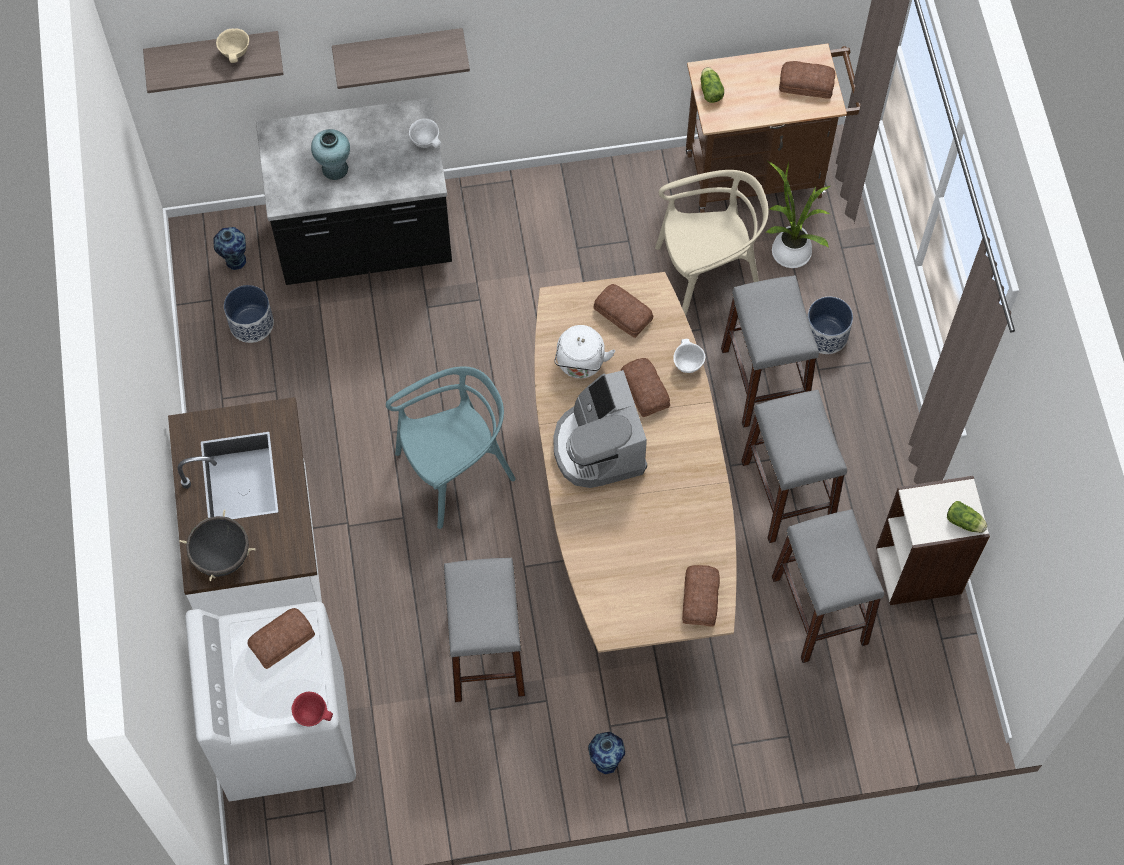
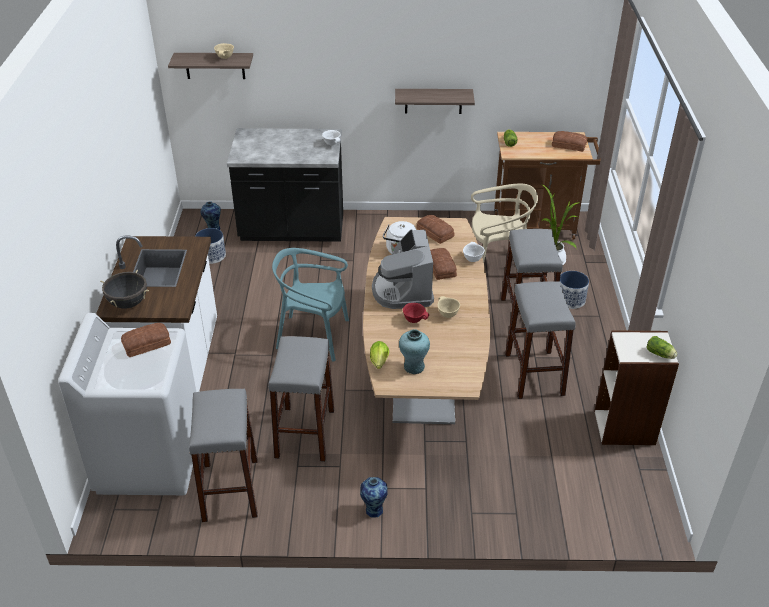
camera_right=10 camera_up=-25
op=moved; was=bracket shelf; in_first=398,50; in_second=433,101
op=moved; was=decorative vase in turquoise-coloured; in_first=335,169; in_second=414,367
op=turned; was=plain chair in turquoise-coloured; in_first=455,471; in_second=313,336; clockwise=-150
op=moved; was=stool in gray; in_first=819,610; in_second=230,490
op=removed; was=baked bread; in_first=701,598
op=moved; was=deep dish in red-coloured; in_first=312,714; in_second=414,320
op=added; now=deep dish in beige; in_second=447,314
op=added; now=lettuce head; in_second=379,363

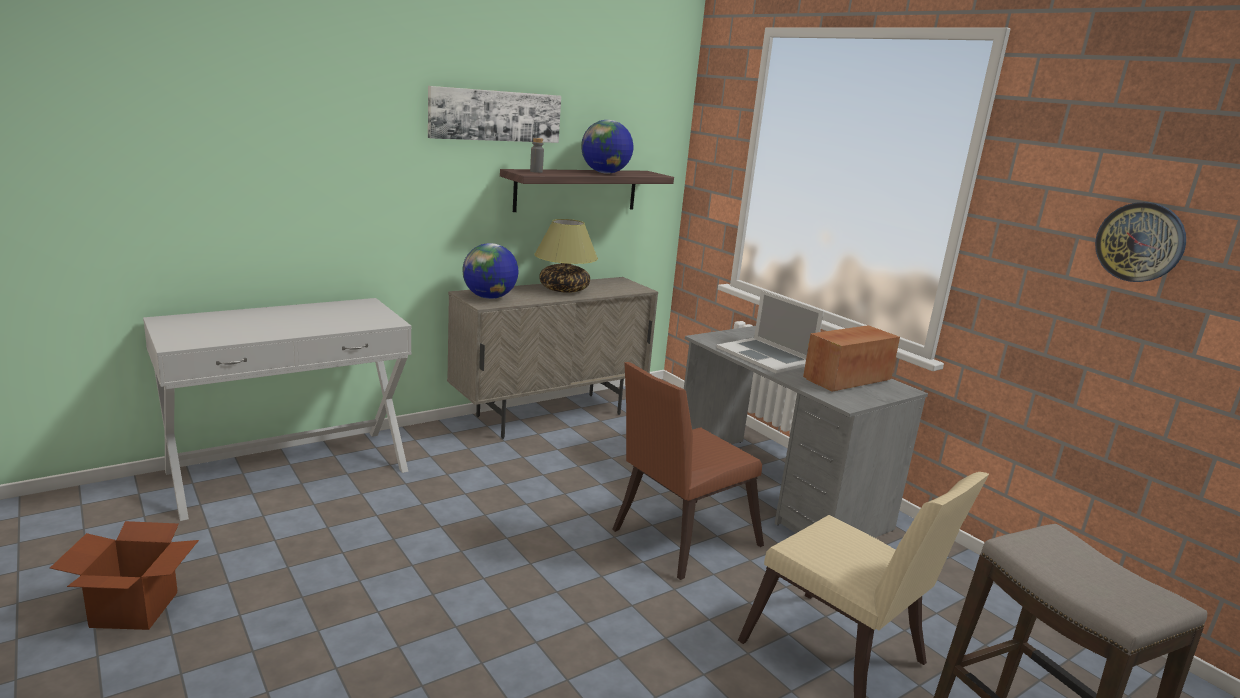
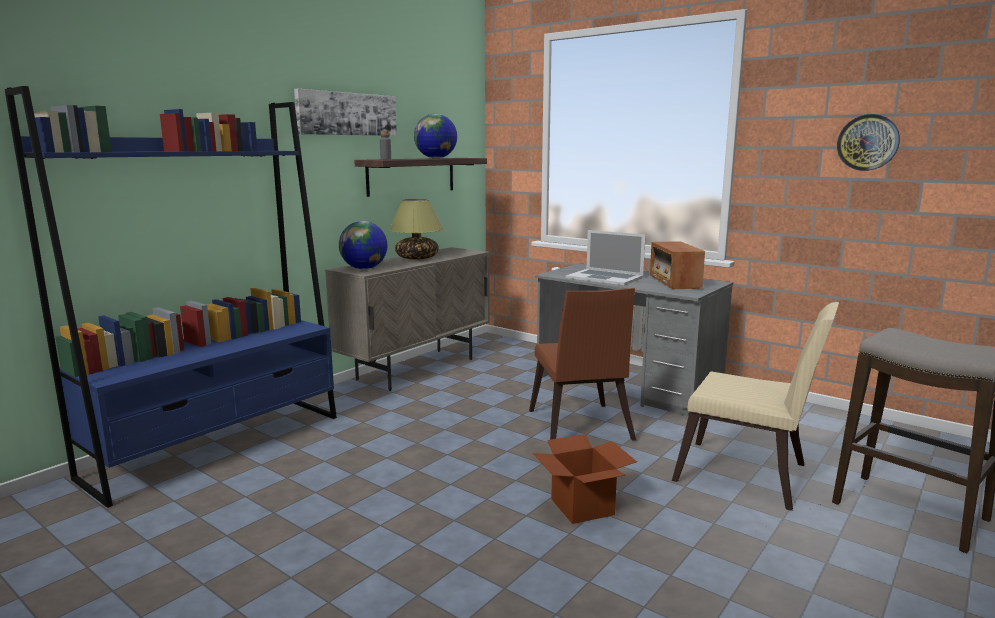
camera_right=-15 camera_up=-5
op=replaced; was=console table in whitish; now=bookshelf in blue; in_first=289,470; in_second=218,445
op=turned; was=radio receiver; in_first=846,379; in_second=674,282; clockwise=-45
op=turned; was=plain chair in brown; in_first=678,539; in_second=580,429; clockwise=-45
op=moved; was=cardboard box; in_first=134,609; in_second=582,507

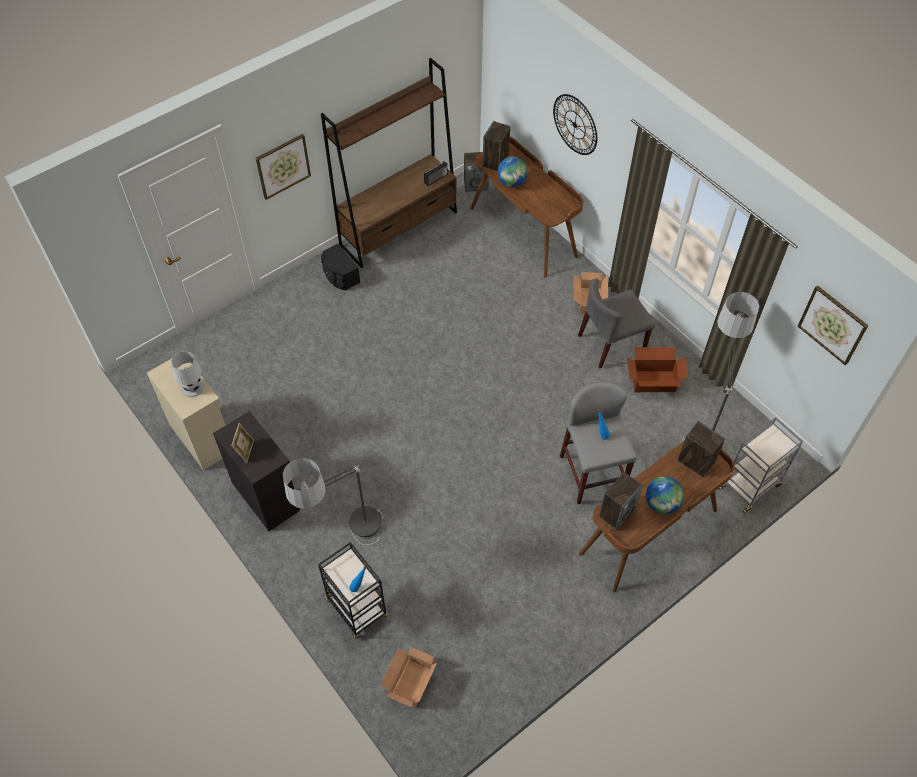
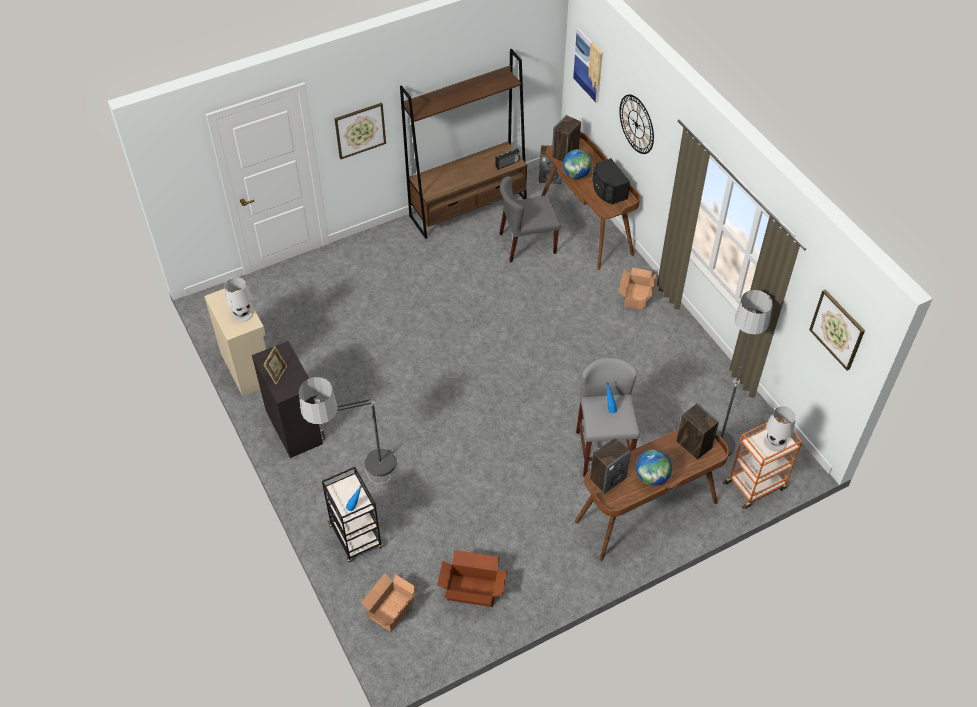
camera_right=10 camera_up=-5
op=moved; was=audio speaker in blackish; in_first=340,276; in_second=608,190
op=moved; was=plain chair in gray; in_first=611,343; in_second=527,244
op=moved; was=cardboard box; in_first=653,381; in_second=472,590
op=recoloured; was=wheeled cart in gray; now=wheeled cart in orangey; in_first=750,486; in_second=755,485
op=added; now=wall picture; in_second=588,65
op=added; now=lamp for a table in whitish; in_second=775,442

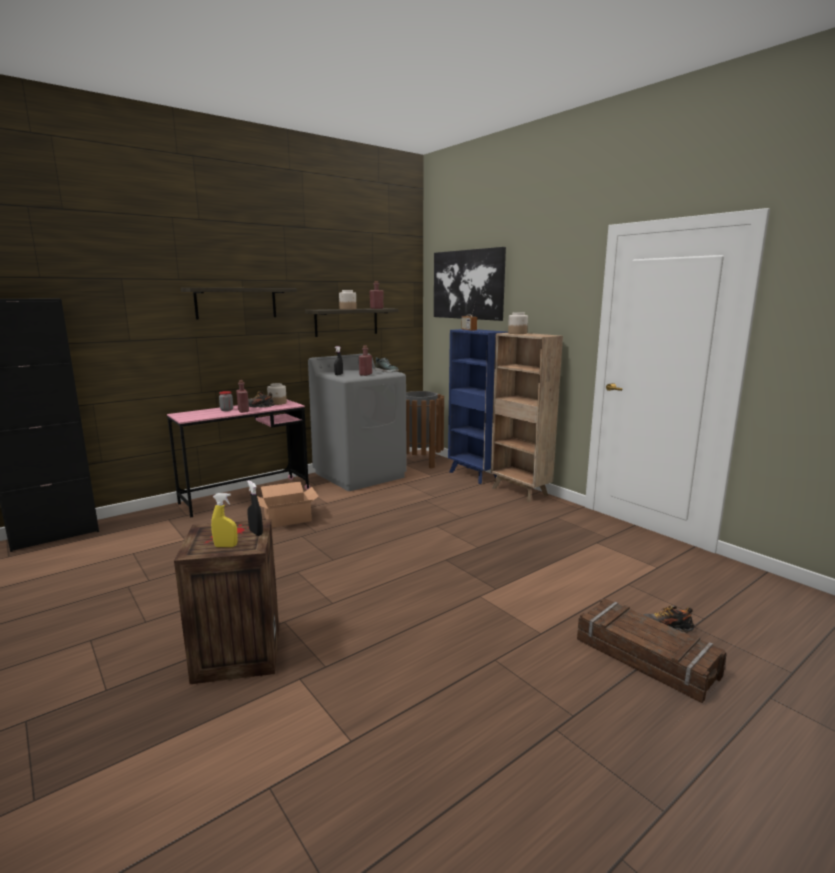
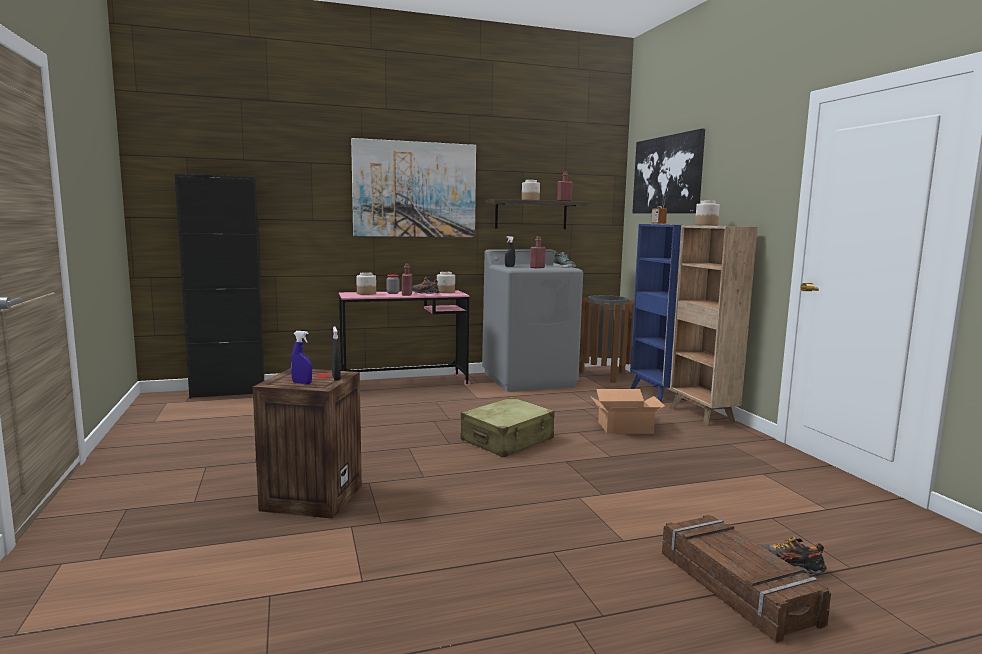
camera_right=20 camera_up=-5
op=replaced; was=bracket shelf; now=wall picture; in_first=236,303; in_second=415,189
op=moved; was=cardboard box; in_first=288,518; in_second=626,427
op=recoloured; was=spray bottle in yellow; now=spray bottle in blue; in_first=226,546; in_second=302,383
op=added; now=preserve jar; in_second=366,293
op=added; now=piece of luggage in beige; in_second=507,440

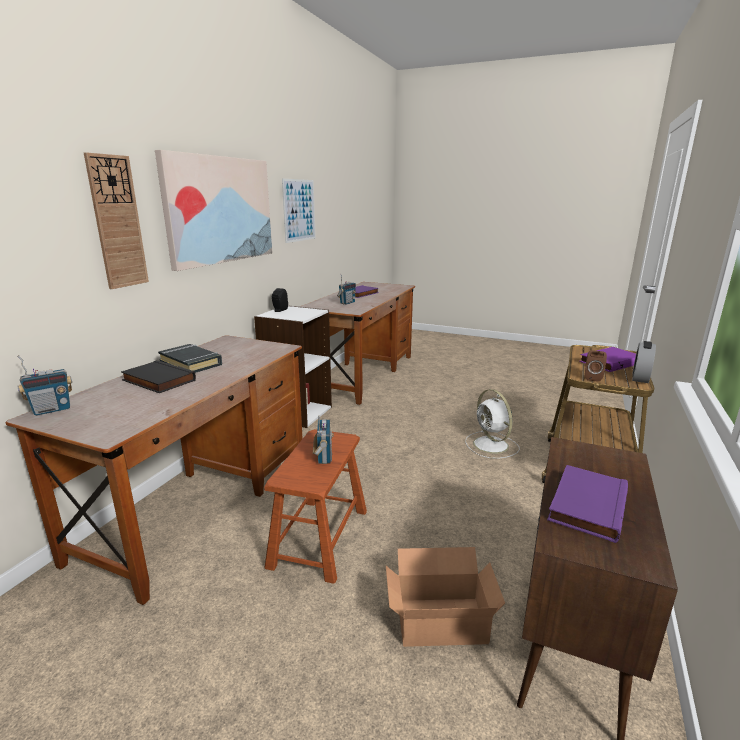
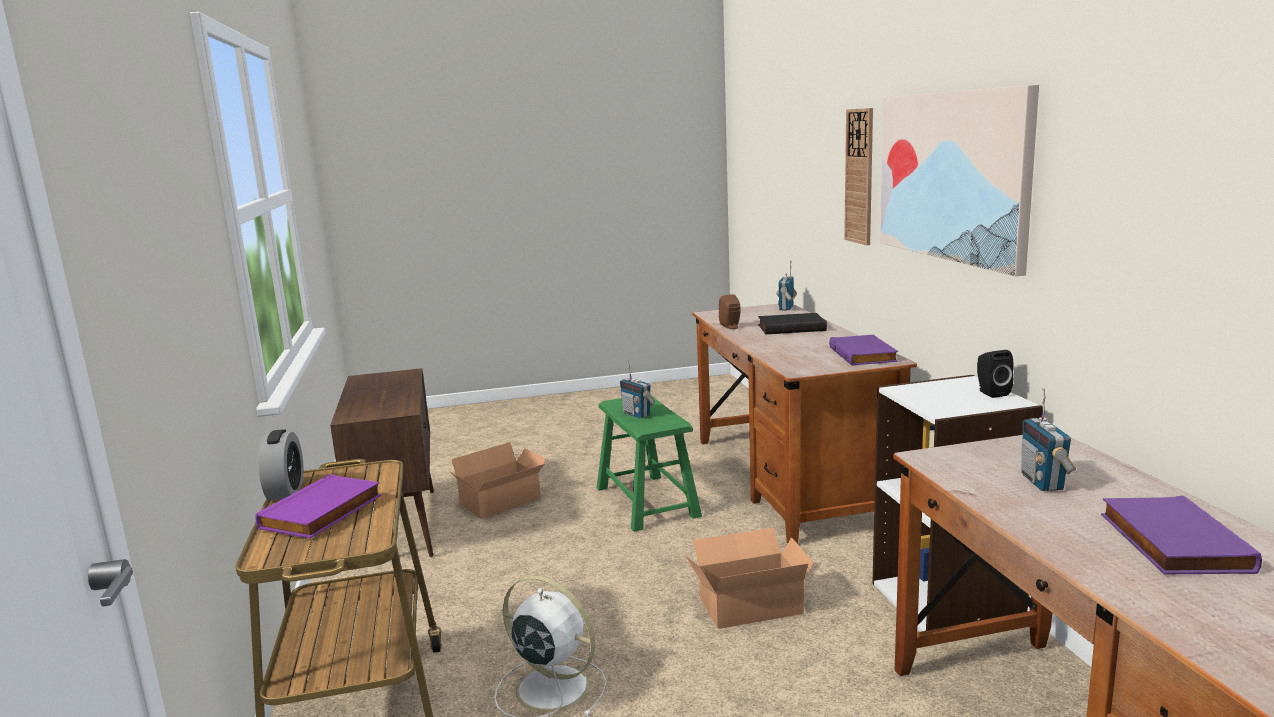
camera_right=145 camera_up=-5
op=removed; was=wall picture; in_first=299,210
op=removed; was=volume in blackish; in_first=191,363
op=moved; was=audio speaker in brown; in_first=592,377; in_second=731,327
op=recoloured; was=stool in brown; now=stool in greenish; in_first=320,537; in_second=646,502
op=moved; was=volume in purple-coloured; in_first=585,505; in_second=864,354
op=added; now=cardboard box; in_second=747,604

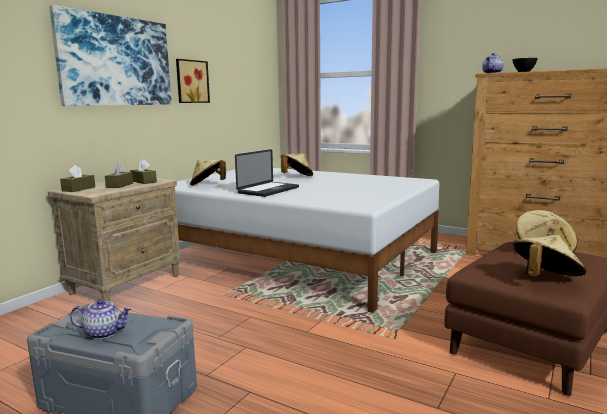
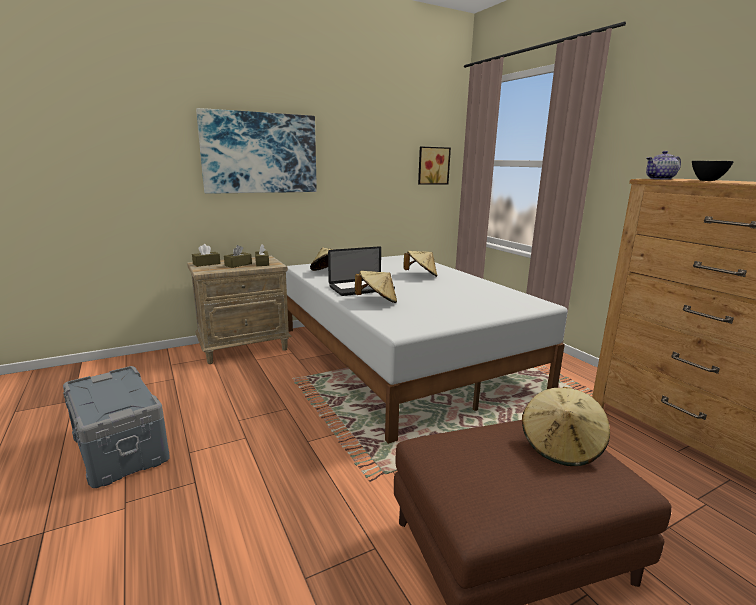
camera_right=30 camera_up=5
op=moved; was=wall picture; in_first=191,81; in_second=432,165
op=moved; was=hat in beige; in_first=544,279; in_second=377,301
op=removed; was=teapot; in_first=104,333

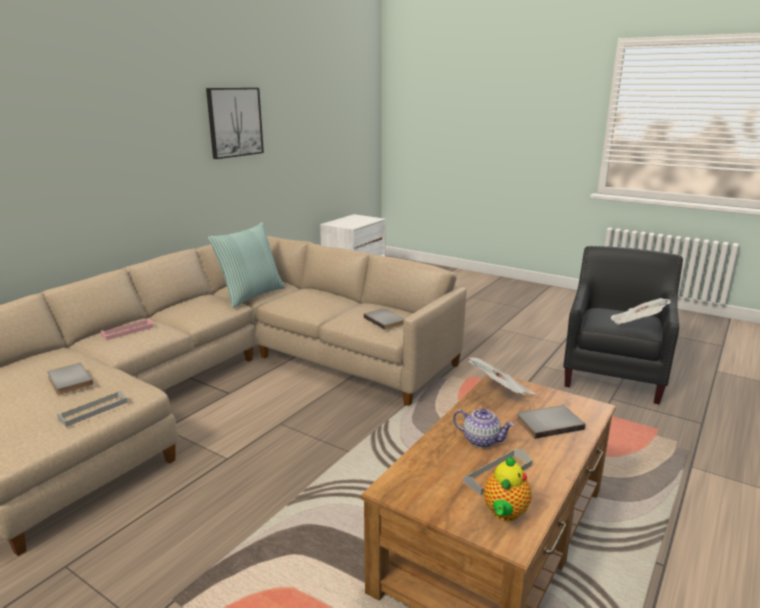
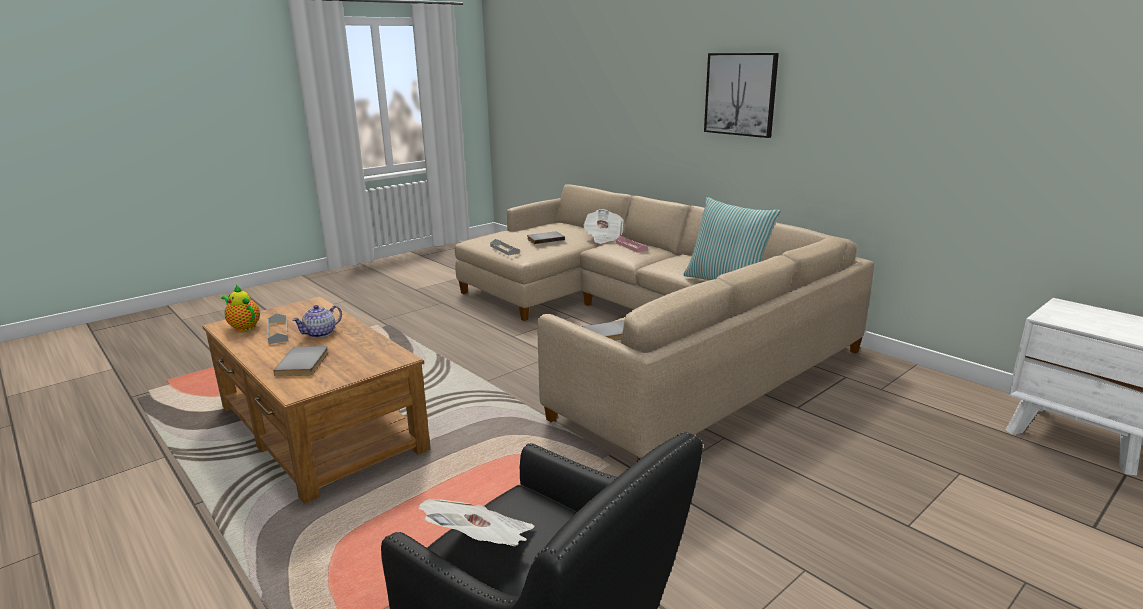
camera_right=105 camera_up=0
op=moved; was=wall picture; in_first=234,122; in_second=740,94
op=moved; was=printed paper; in_first=500,393; in_second=603,238

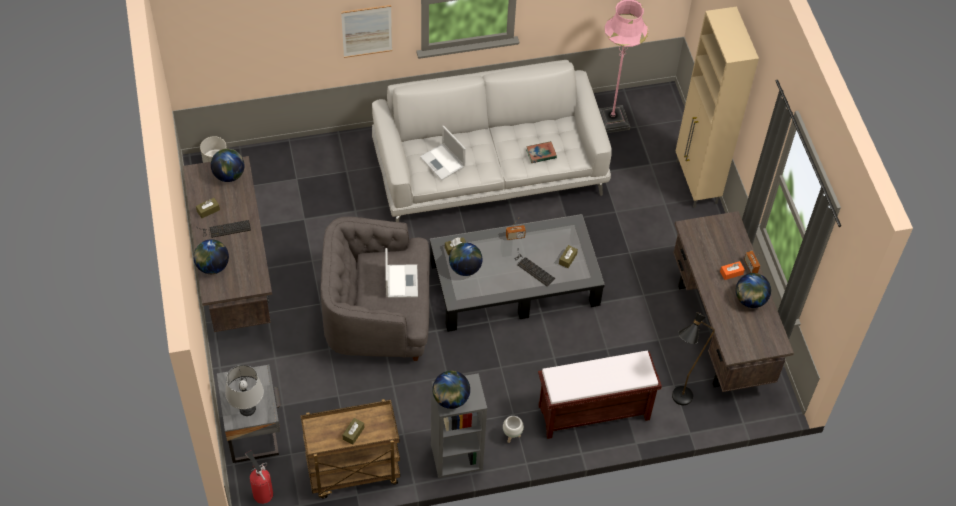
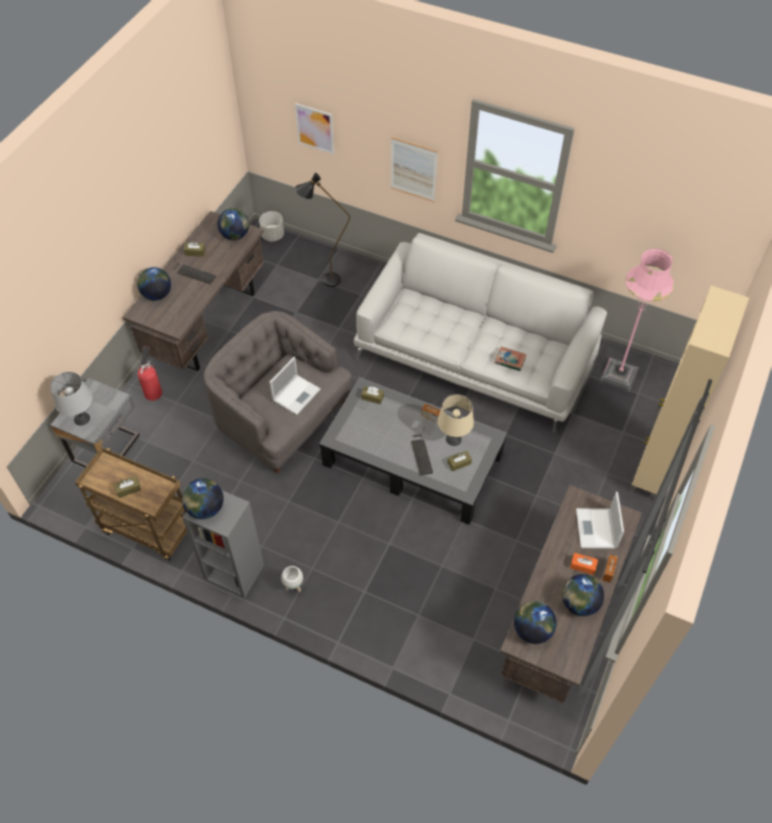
camera_right=40 camera_up=0
op=moved; was=notebook computer; in_first=443,162; in_second=596,529
op=moved; was=desk globe; in_first=465,268; in_second=532,630
op=moved; was=standard lamp in blackish; in_first=677,401; in_second=324,281
op=removed; was=bench in brown; in_first=592,413
op=moved; was=fire-fighting cylinder; in_first=262,492; in_second=154,391
op=added; now=wall picture; in_second=315,128
op=added; now=lamp for a table in beige; in_second=454,439

